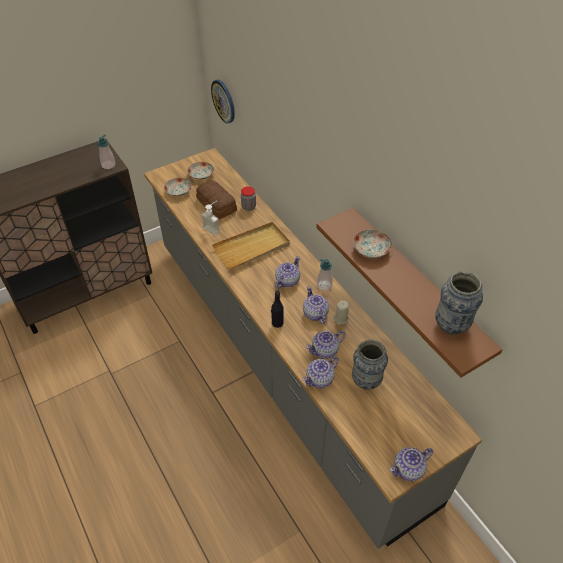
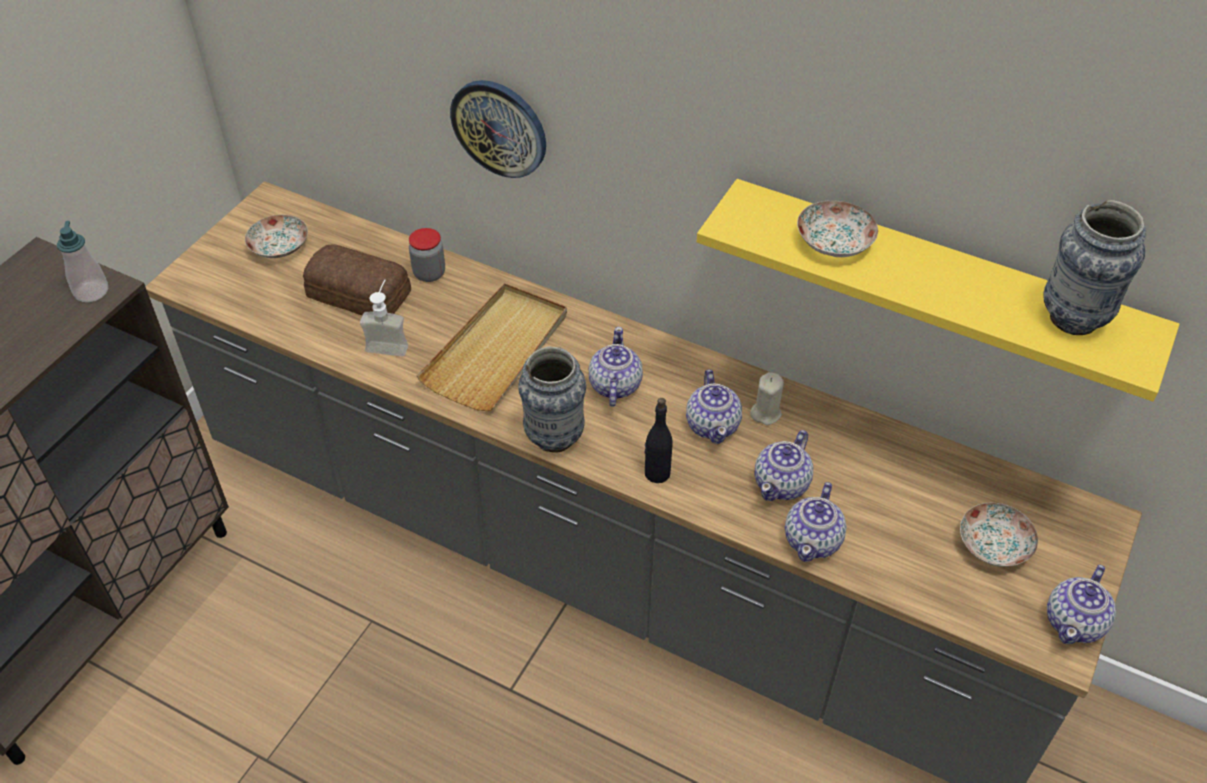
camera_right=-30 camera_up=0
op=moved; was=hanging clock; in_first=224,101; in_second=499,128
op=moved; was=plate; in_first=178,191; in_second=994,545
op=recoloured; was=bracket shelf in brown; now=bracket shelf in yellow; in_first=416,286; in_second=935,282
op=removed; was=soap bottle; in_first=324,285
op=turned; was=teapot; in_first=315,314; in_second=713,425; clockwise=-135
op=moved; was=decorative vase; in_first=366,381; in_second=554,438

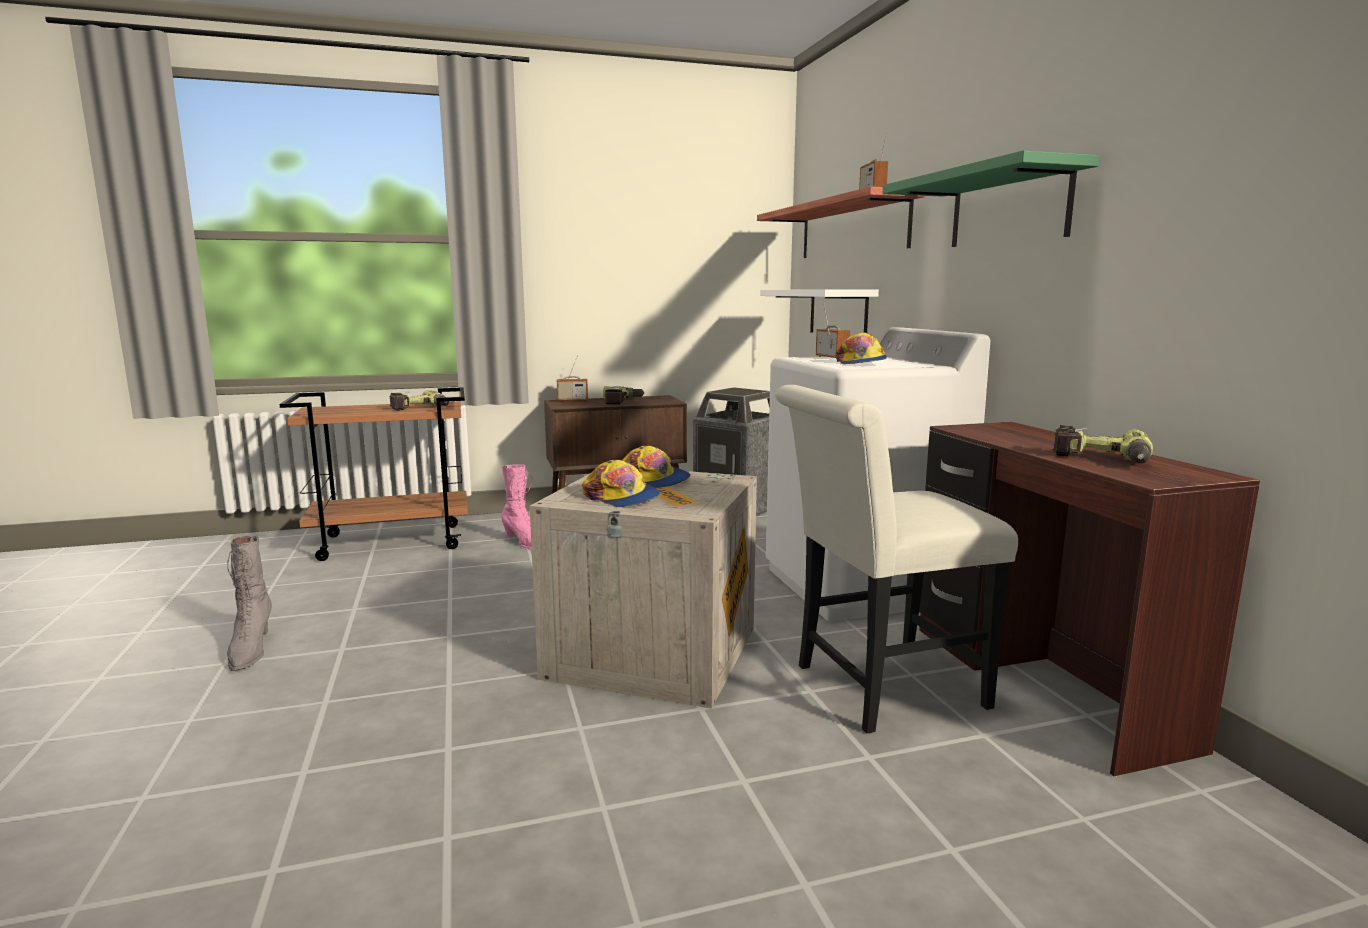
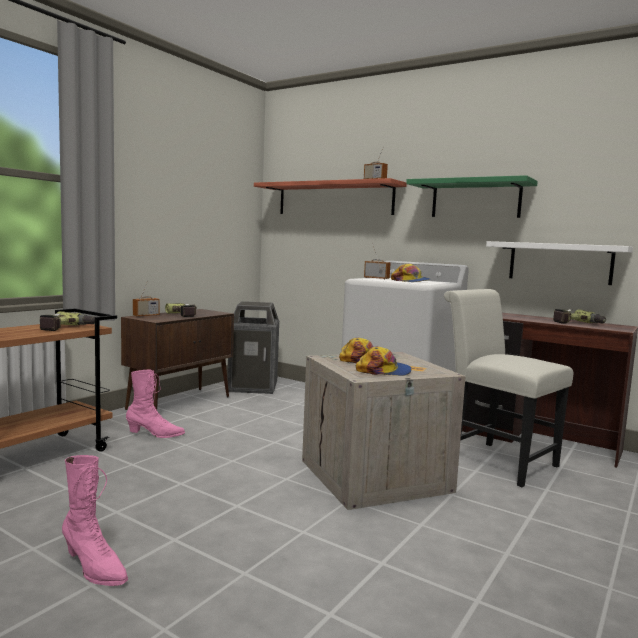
camera_right=-40 camera_up=-5
op=moved; was=bracket shelf in whitish; in_first=838,312; in_second=560,263
op=turned; was=plain chair in whitish; in_first=877,688; in_second=496,461; clockwise=105
op=recoloured; was=tall boot in gray; now=tall boot in pink; in_first=250,651; in_second=94,568

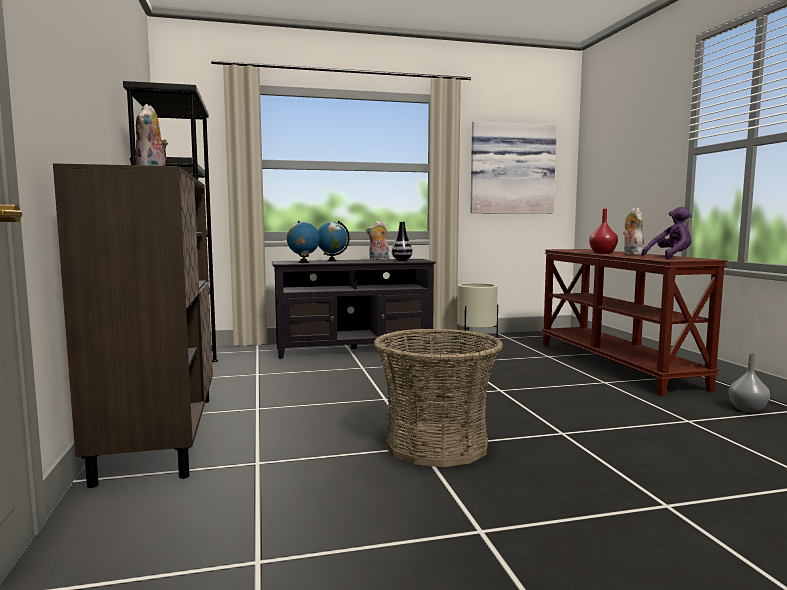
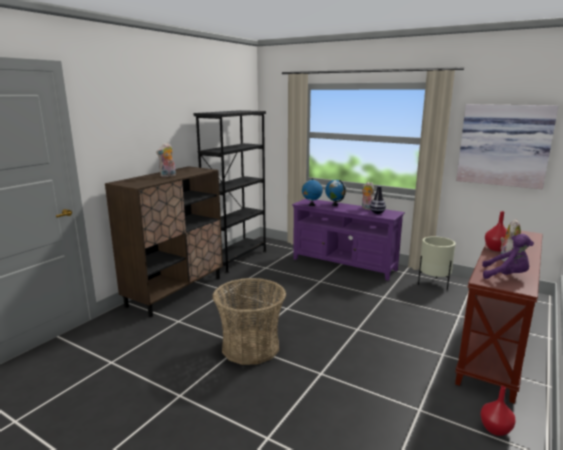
camera_right=45 camera_up=10
op=recoloured; was=media console in blackish; now=media console in purple-coloured; in_first=354,349; in_second=344,264
op=recoloured; was=decorative vase in gray; now=decorative vase in red-coloured; in_first=748,409; in_second=496,429

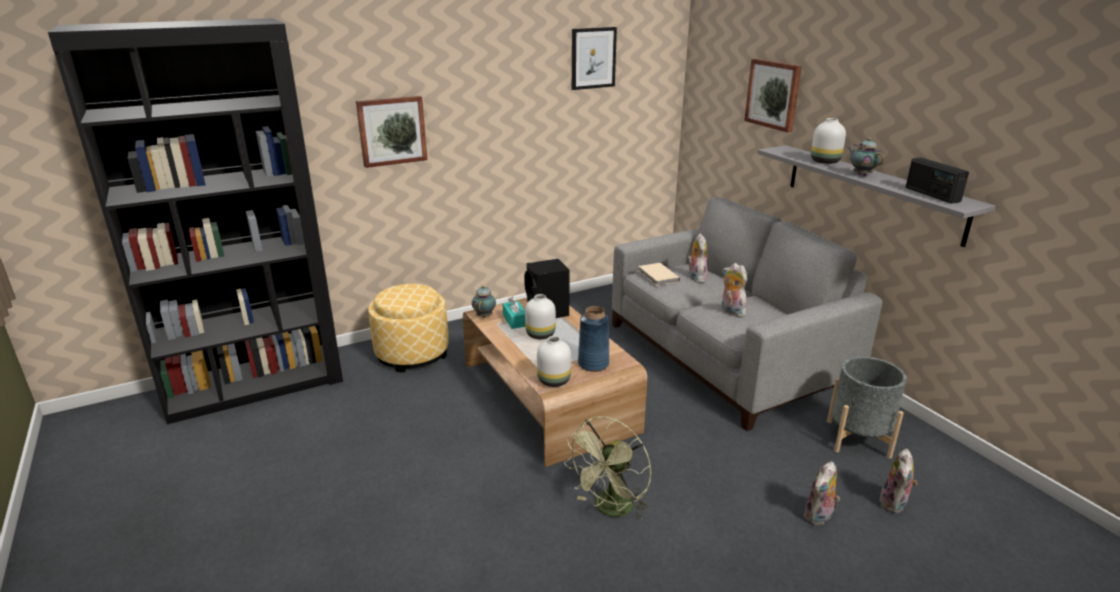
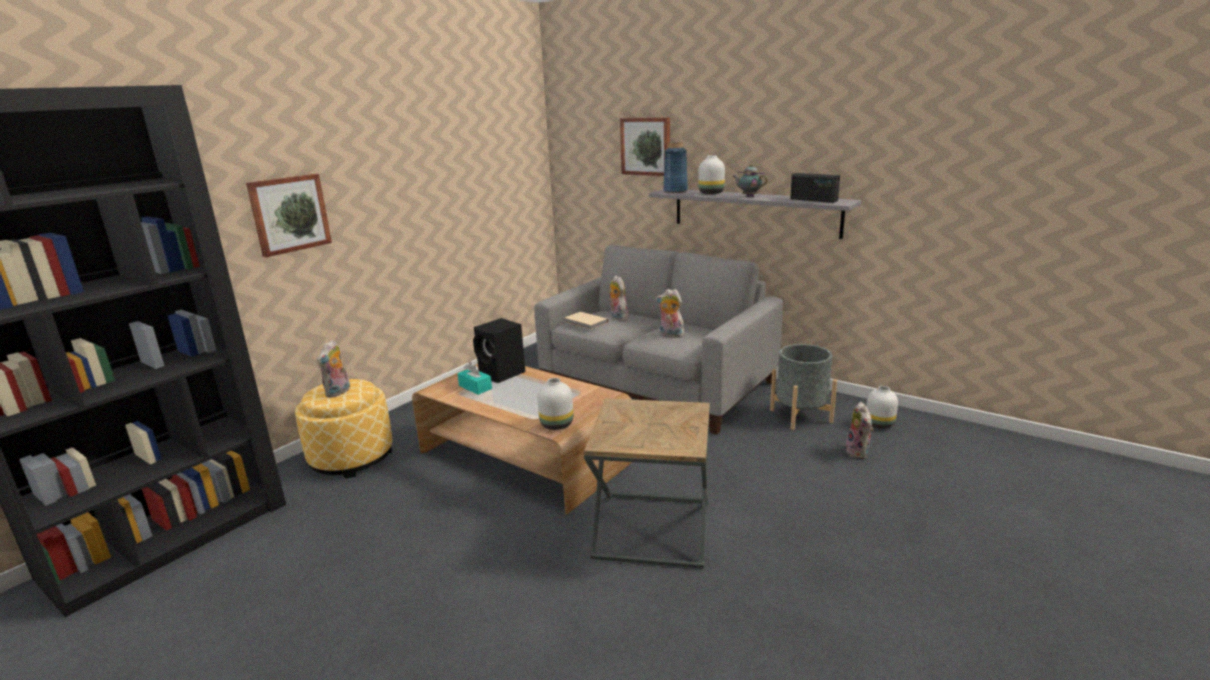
camera_right=-25 camera_up=-5
op=removed; was=wall picture; in_first=593,58
op=removed; was=teapot; in_first=485,315
op=moved; was=decorative vase in whitish; in_first=540,335; in_second=879,424
op=moved; was=decorative vase in blue; in_first=593,364; in_second=675,191
op=replaced; was=fan in greenish; now=accent table in brown; in_first=610,510; in_second=652,529
op=moved; was=soft toy; in_first=819,517; in_second=338,392

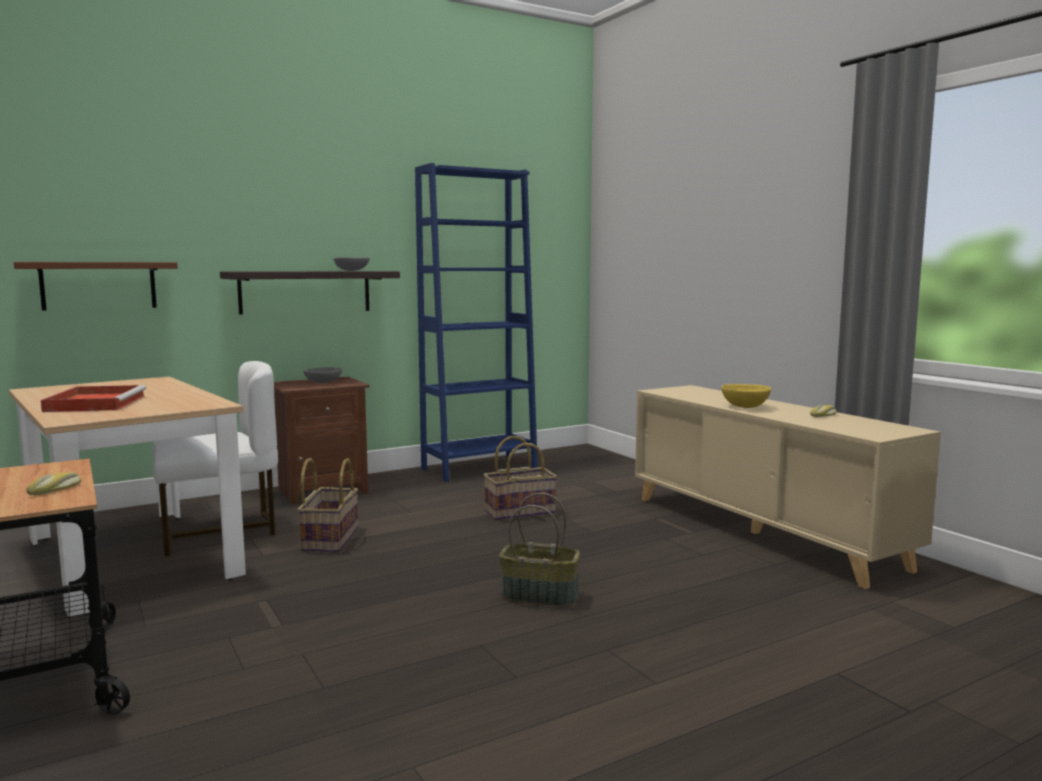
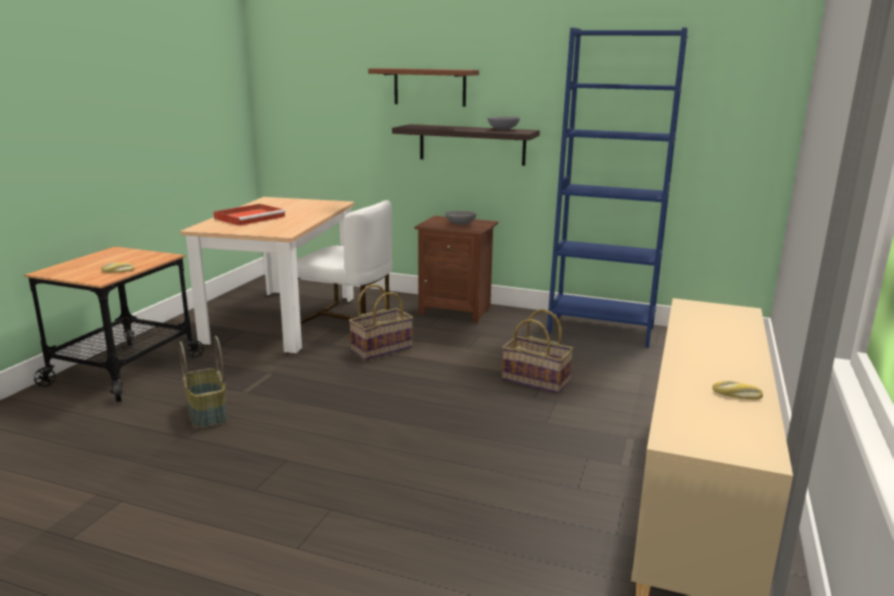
camera_right=50 camera_up=10
op=moved; was=bracket shelf in brown; in_first=99,285; in_second=429,87
op=removed; was=deep dish in yellow; in_first=744,407
op=moved; was=basket; in_first=540,595; in_second=208,413

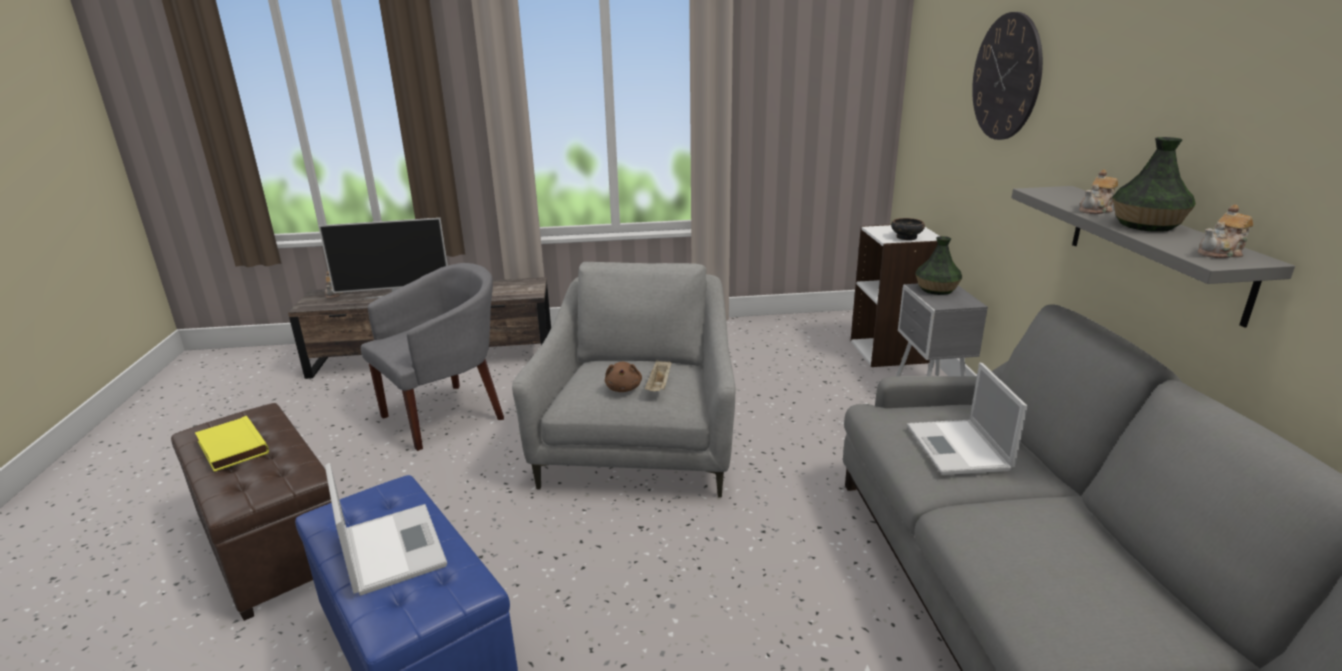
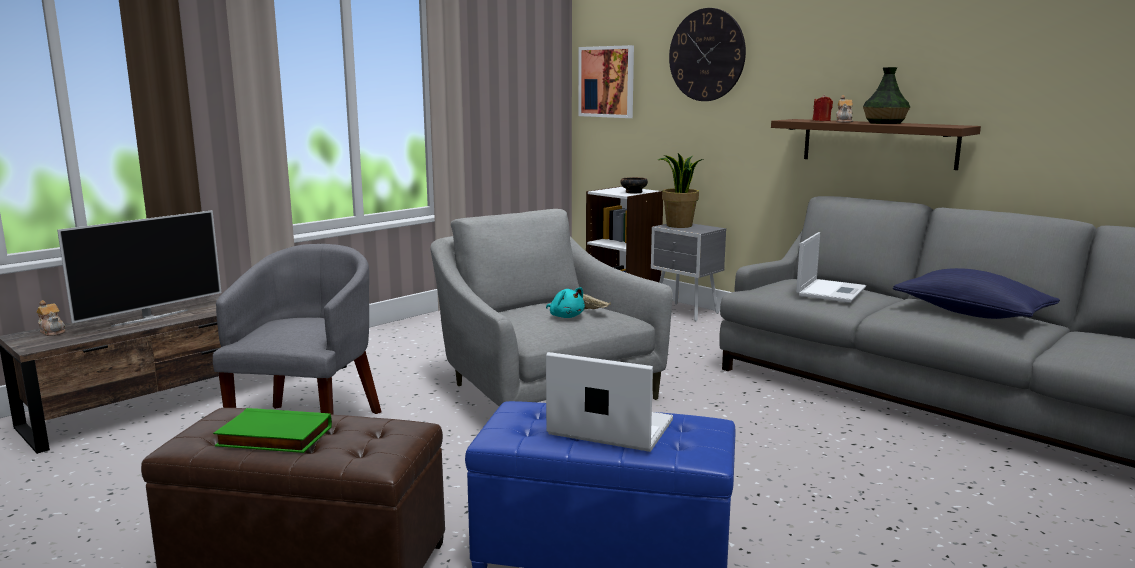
camera_right=-40 camera_up=-10
op=recoloured; was=bracket shelf in gray; now=bracket shelf in brown; in_first=1155,249; in_second=878,143
op=removed; was=teapot; in_first=1221,253
op=replaced; was=decorative vase; now=plant in a pot; in_first=937,290; in_second=679,225
op=recoloured; was=soft toy in brown; now=soft toy in turquoise-coloured; in_first=624,388; in_second=566,316
op=turned; was=notebook computer; in_first=959,448; in_second=831,291; clockwise=-105
op=recoloured; was=volume in yellow; now=volume in greenish; in_first=231,448; in_second=273,437
op=added; now=wall picture; in_second=606,82
op=added; now=candle in red-coloured; in_second=821,121
op=added; now=cushion in blue; in_second=971,313

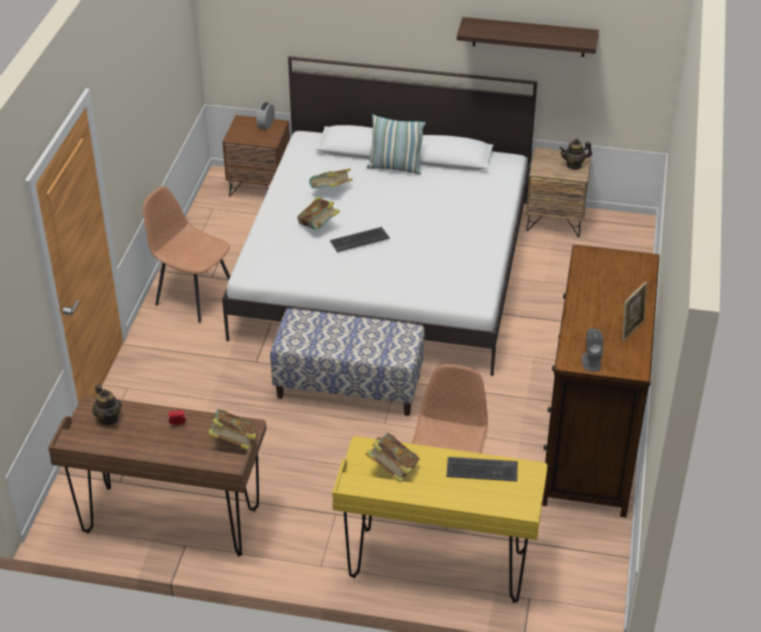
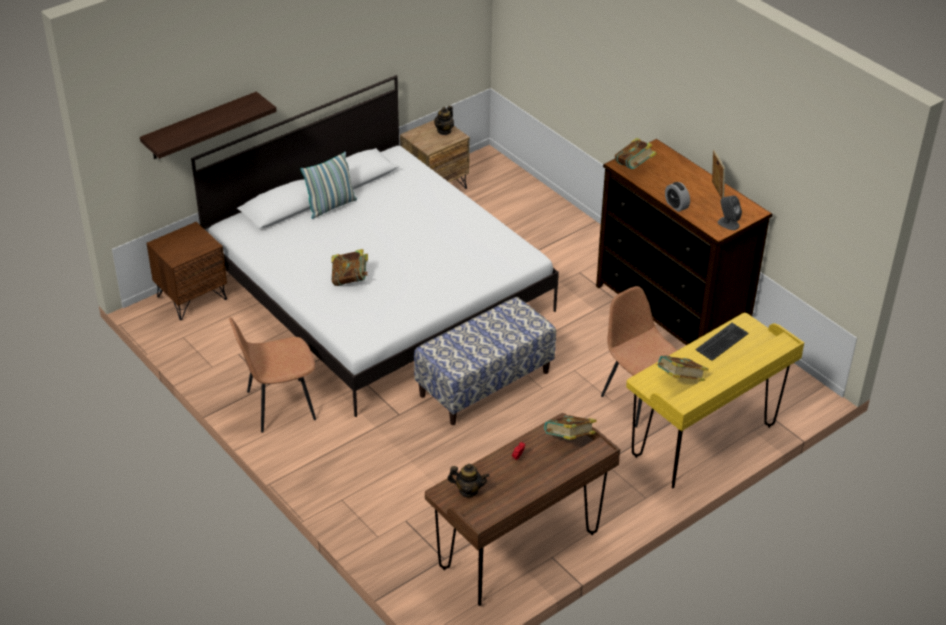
camera_right=-50 camera_up=0
op=moved; was=bracket shelf; in_first=529,37; in_second=200,126
op=moved; was=bedside clock; in_first=266,124; in_second=676,205
op=moved; was=volume; in_first=331,192; in_second=634,167
op=removed; was=PC keyboard; in_first=359,239

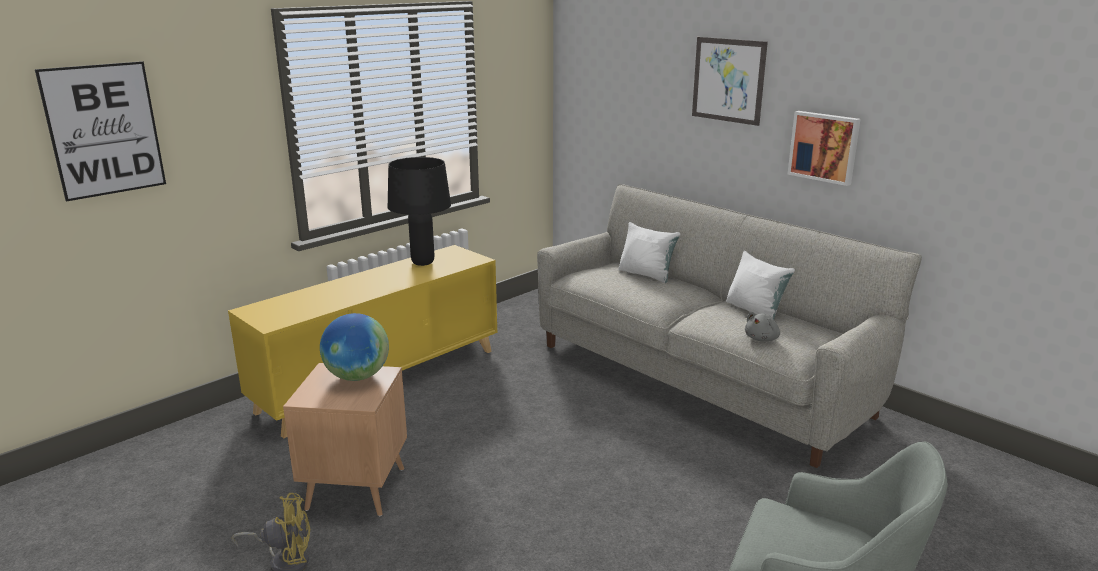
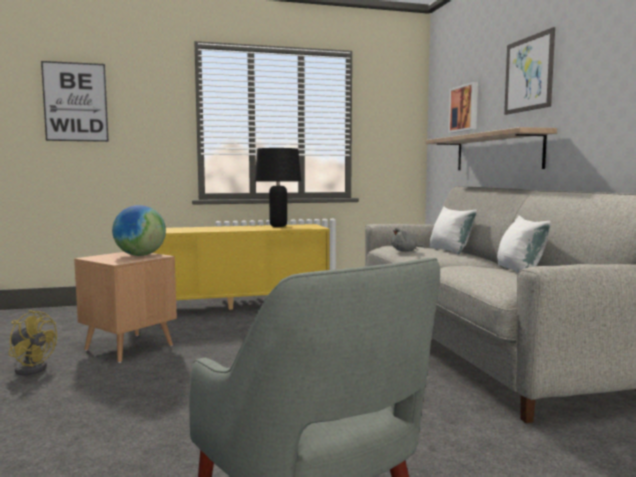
camera_right=30 camera_up=-15
op=moved; was=wall picture; in_first=824,147; in_second=465,108
op=moved; was=soft toy in gray; in_first=762,339; in_second=406,251
op=added; now=bracket shelf; in_second=497,152

